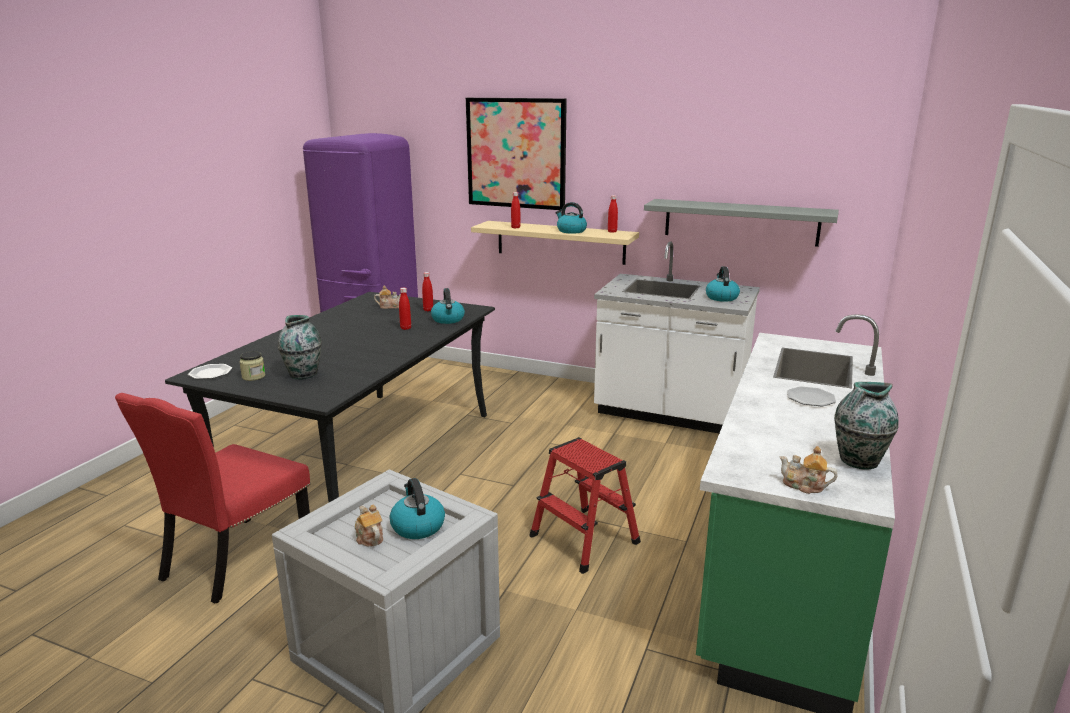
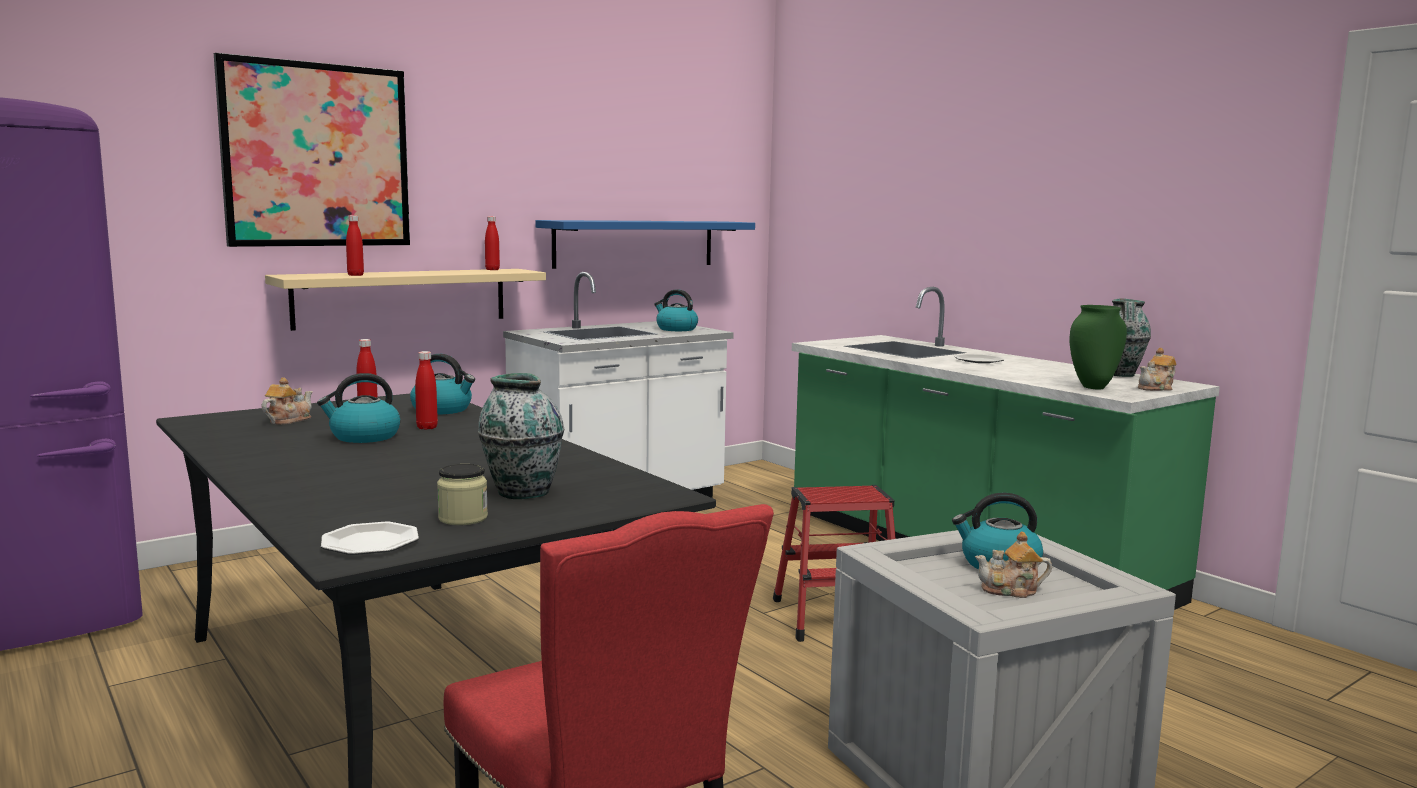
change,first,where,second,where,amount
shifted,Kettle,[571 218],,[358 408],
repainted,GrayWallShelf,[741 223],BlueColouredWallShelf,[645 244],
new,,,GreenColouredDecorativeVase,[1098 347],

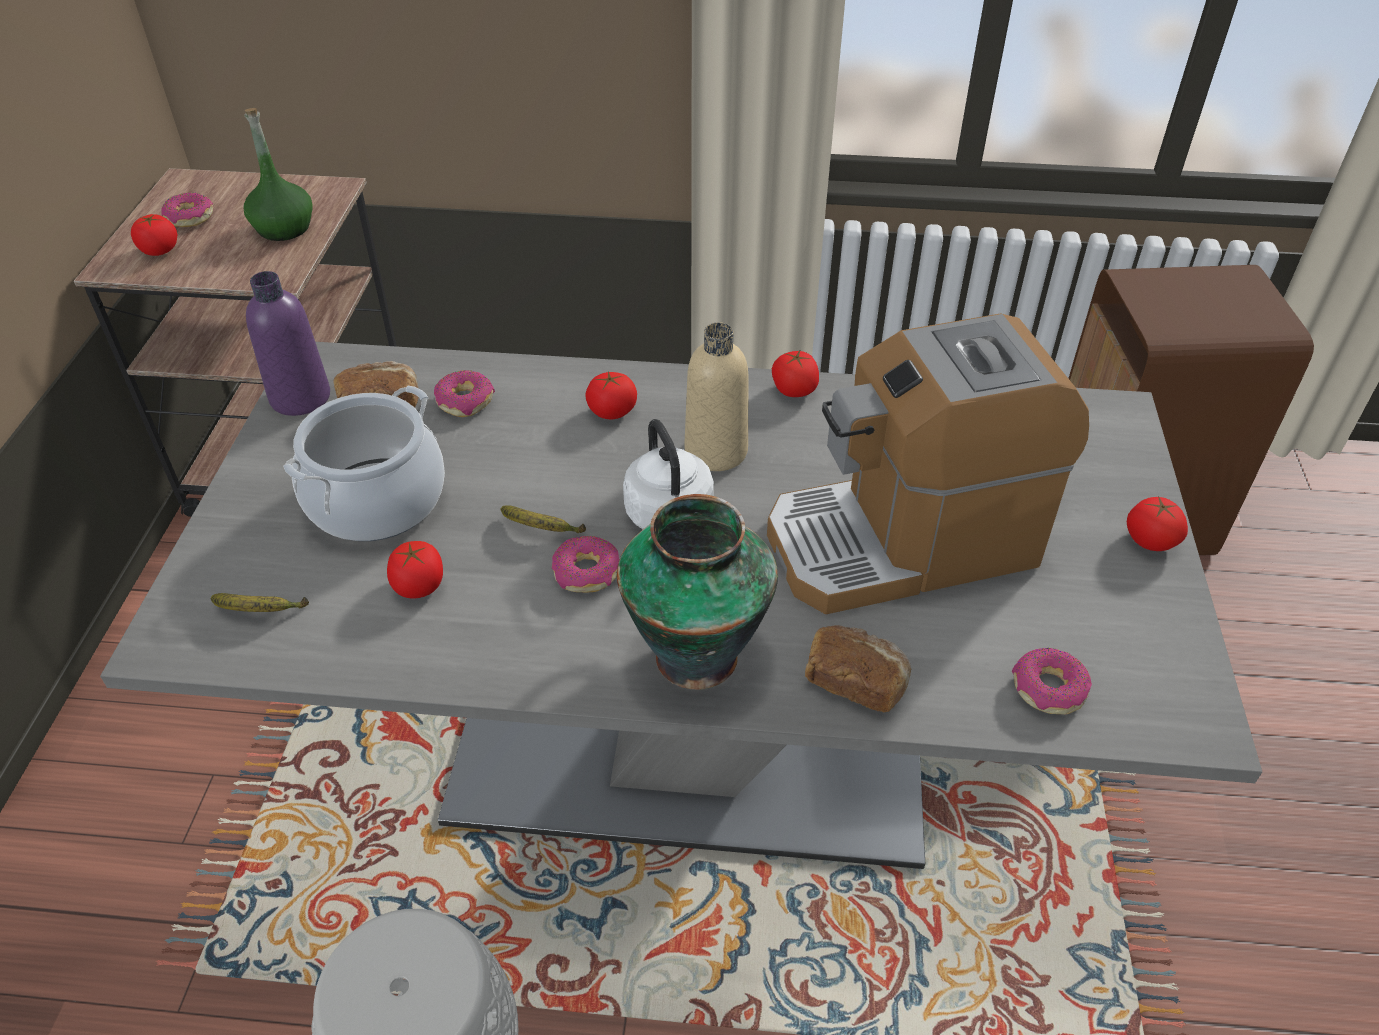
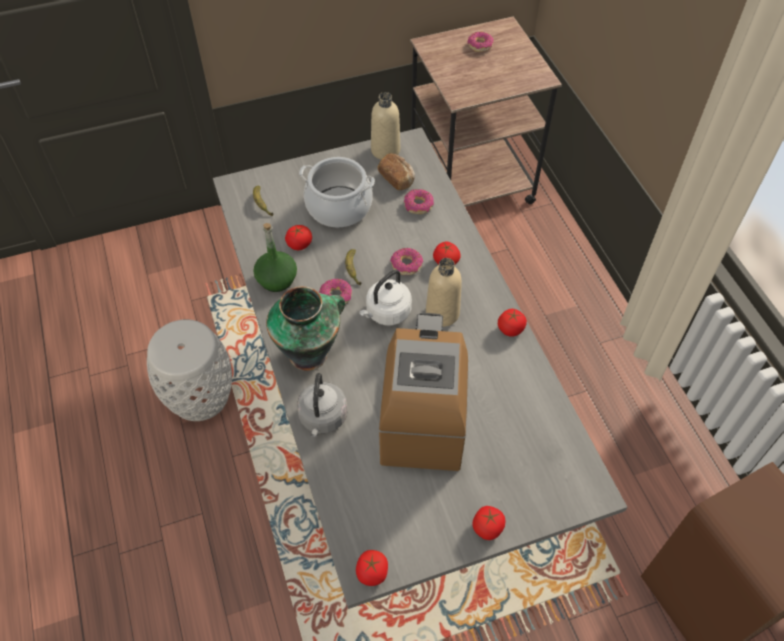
change,first,where,second,where,amount
shifted,GreenColouredBottle,[278 174],,[275 257],
swapped,BakedBread,[858 668],GrayKettle,[322 405],
shifted,Tomato,[154 235],,[372 568],
repainted,PurplishBottle,[288 343],BeigeBottle,[385 125],
rotated,CoffeeMachine,[928 463],,[423 392],45 degrees clockwise
shifted,RingDoughnut,[1052 681],,[406 261],

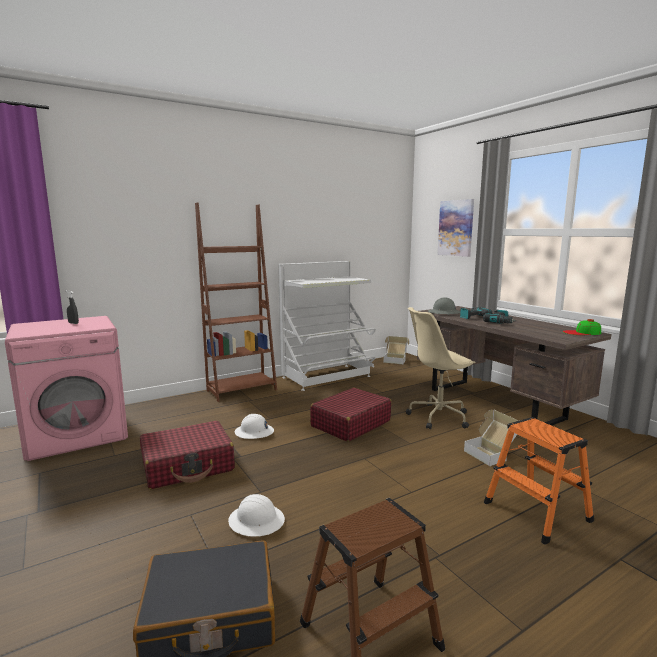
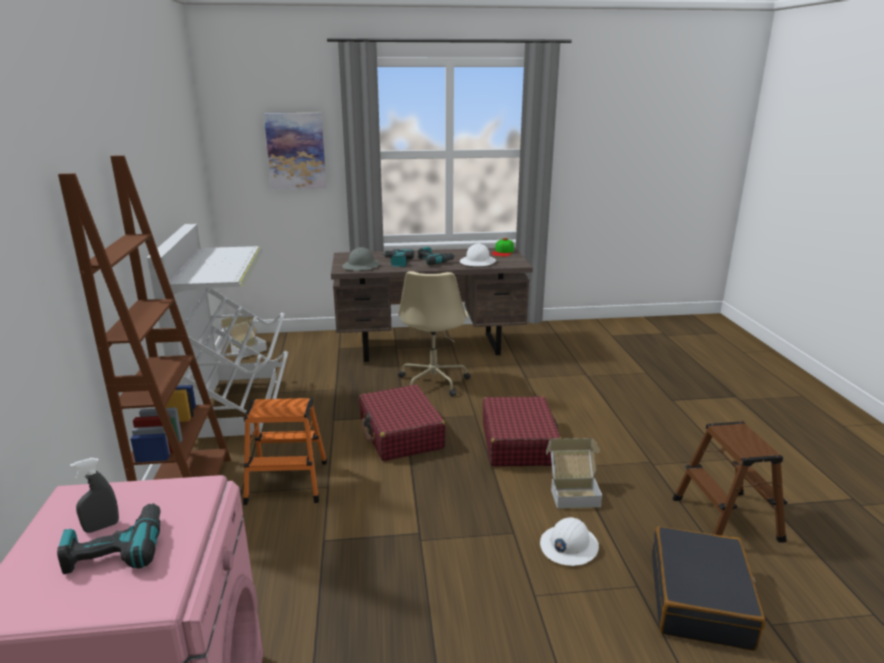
change,first,where,second,where,amount
new,,,Drill,[109 538],
shifted,OrangeStepLadder,[539 481],,[285 451],
shifted,WhitishSafetyHelmet,[254 426],,[478 255],
shifted,ReddishPieceOfLuggage,[187 455],,[522 431],
shifted,Carton,[491 438],,[574 473],

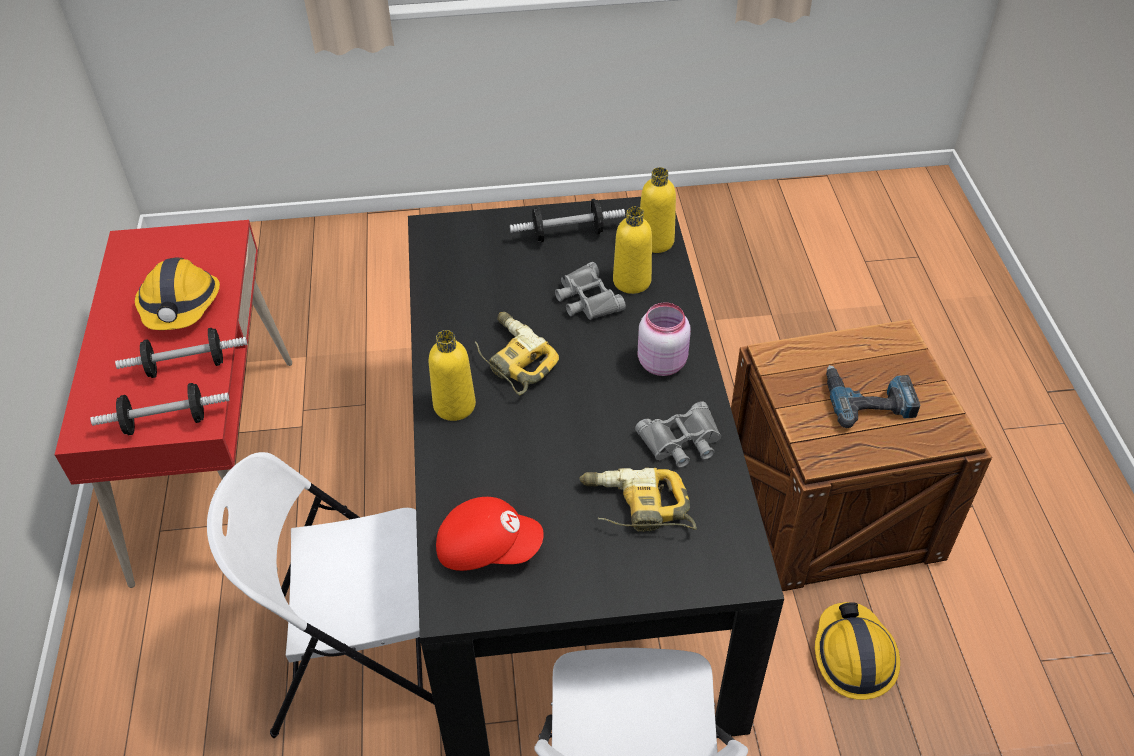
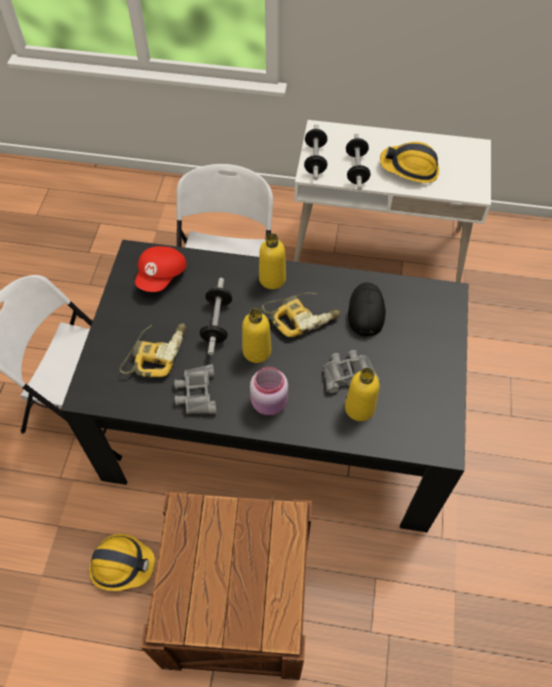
change,first,where,second,where,amount
shifted,Dumbbell,[567 221],,[216 316],
shifted,YellowBottle,[658 210],,[257 335],
repainted,ReddishDesk,[173 404],WhitishDesk,[392 201],
new,,,BlackColouredBaseballCap,[367 309],
gone,Drill,[873 396],,,

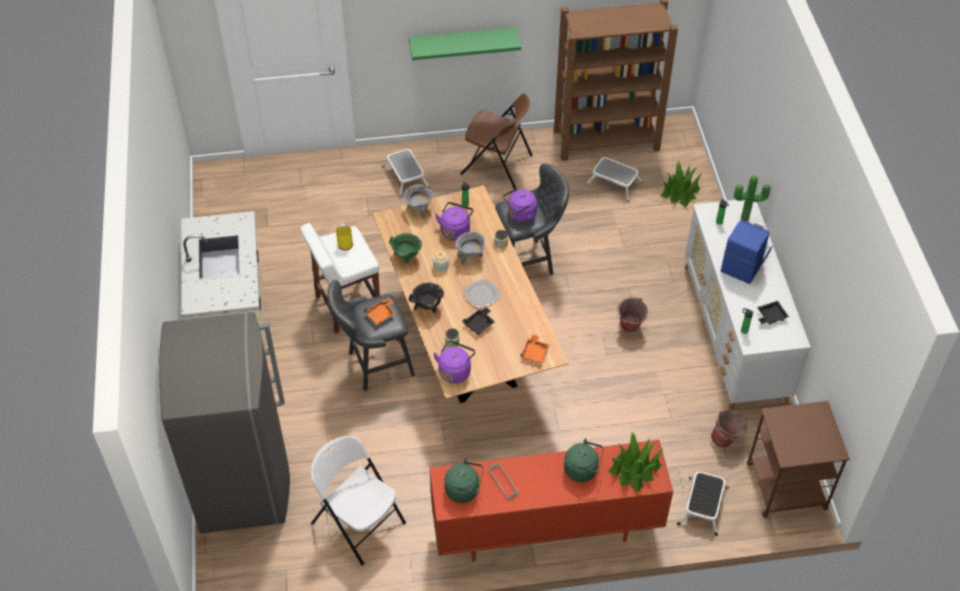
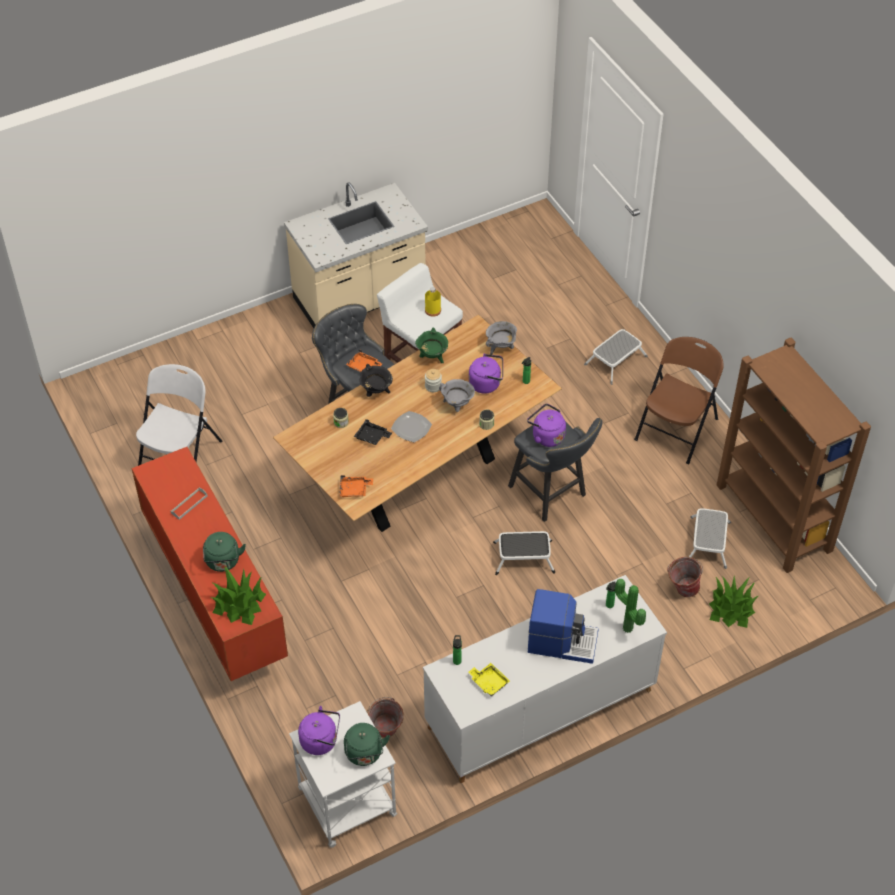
change,first,where,second,where,amount
repainted,BrownColouredWheeledCart,[798 459],WhitishWheeledCart,[343 774],
shifted,PurplishKettle,[454 361],,[319 730],
shifted,GreenColouredKettle,[463 480],,[367 744],
repainted,BlackColouredTray,[773 313],YellowTray,[489 679],
shifted,BlackColouredStepLadder,[703 504],,[524 553],
rotated,BrownColouredChair,[497 141],,[679 400],150 degrees counterclockwise
shifted,Pail,[632 314],,[685 577],
gone,GrayRefrigerator,[224 422],,,
gone,GreenColouredWallShelf,[465 43],,,

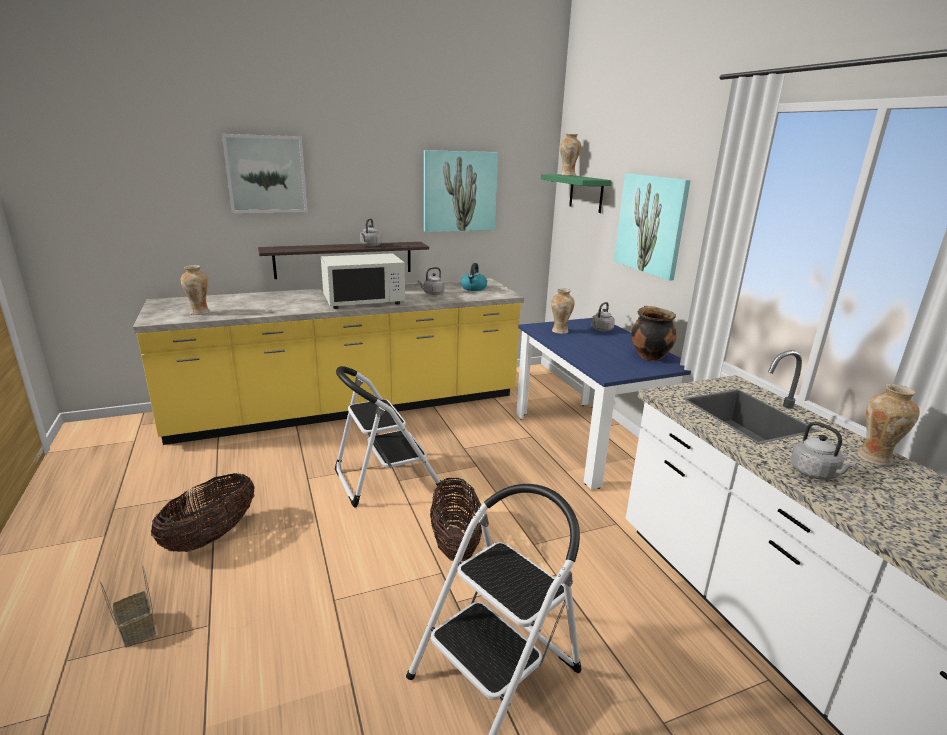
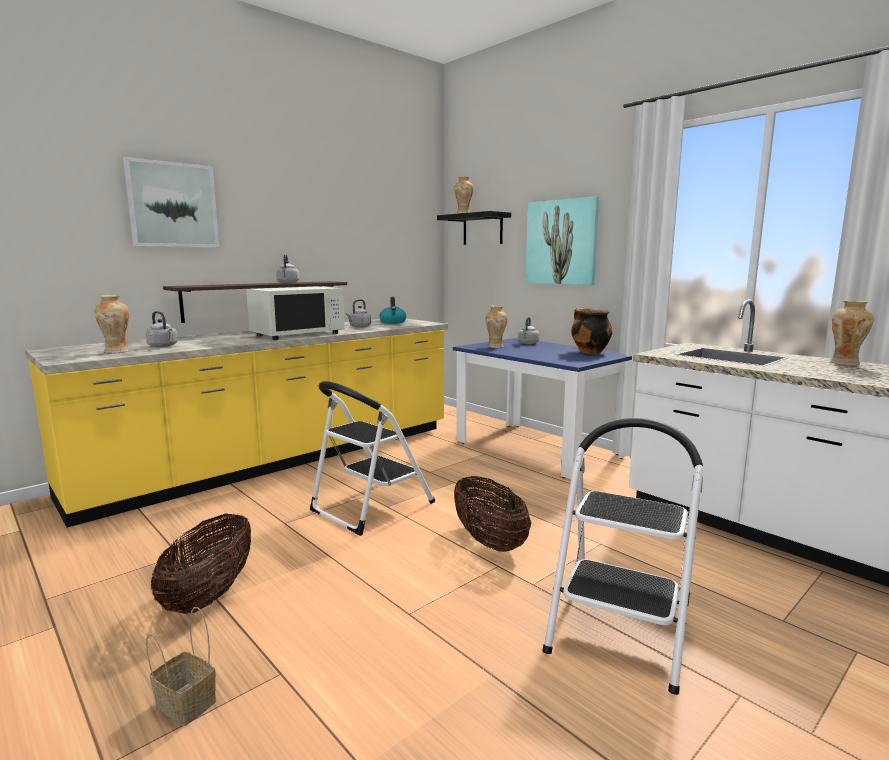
change,first,where,second,where,amount
shifted,GrayKettle,[824 451],,[162 329],
repainted,GreenColouredWallShelf,[576 193],BlackColouredWallShelf,[474 228],
gone,Picture,[461 191],,,

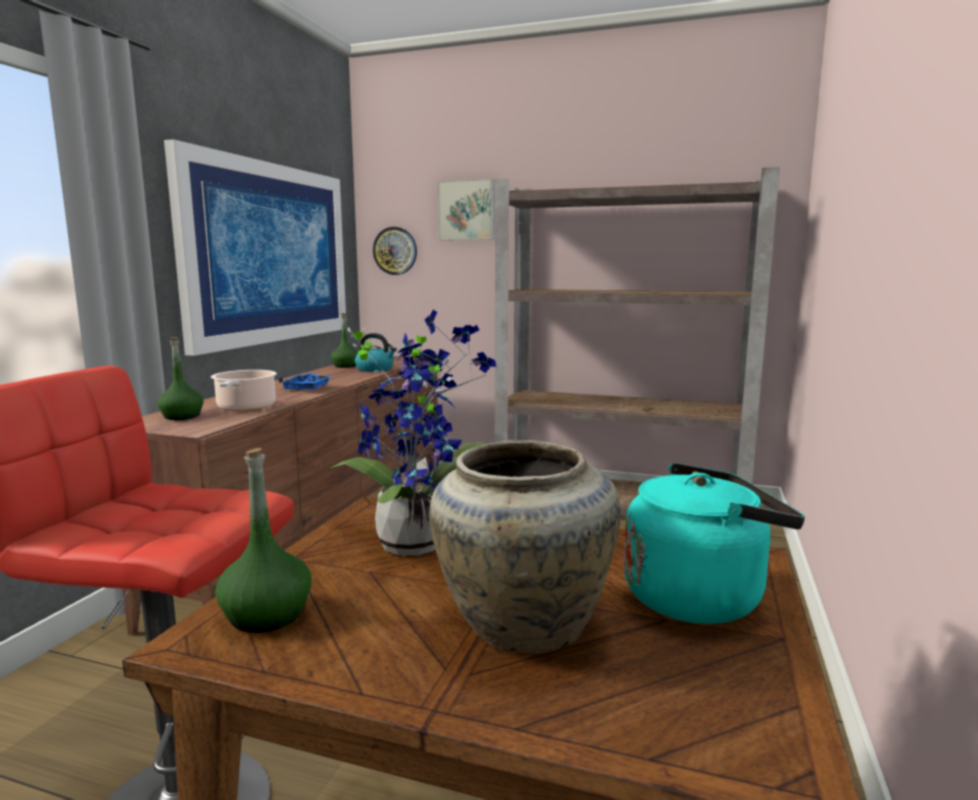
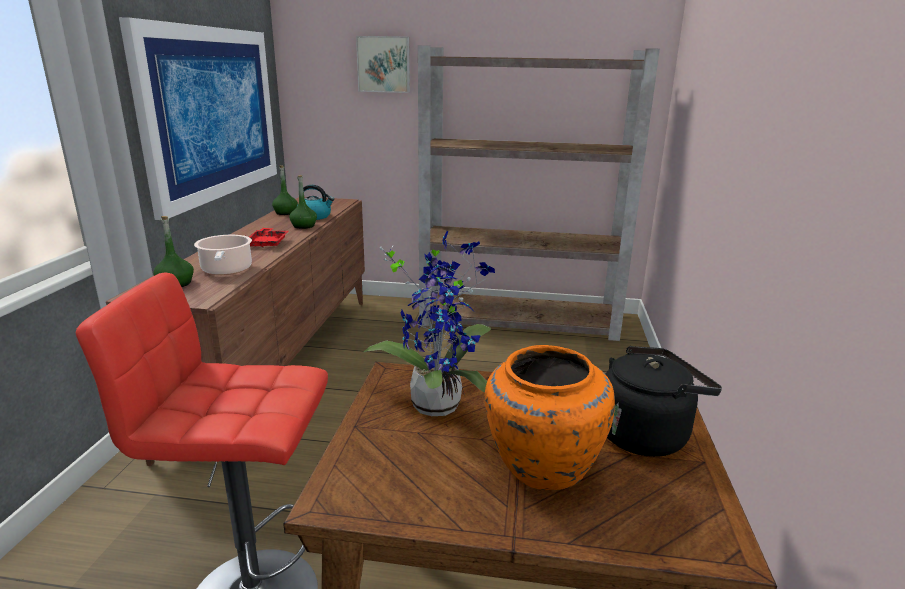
change,first,where,second,where,amount
repainted,BlueColouredTray,[306 382],ReddishTray,[266 238],
shifted,GreenColouredBottle,[263 540],,[303 202],
repainted,BeigeDecorativeVase,[525 547],OrangeDecorativeVase,[550 417],
repainted,TurquoiseKettle,[714 543],BlackColouredKettle,[663 401],
gone,WallClock,[395 251],,,

